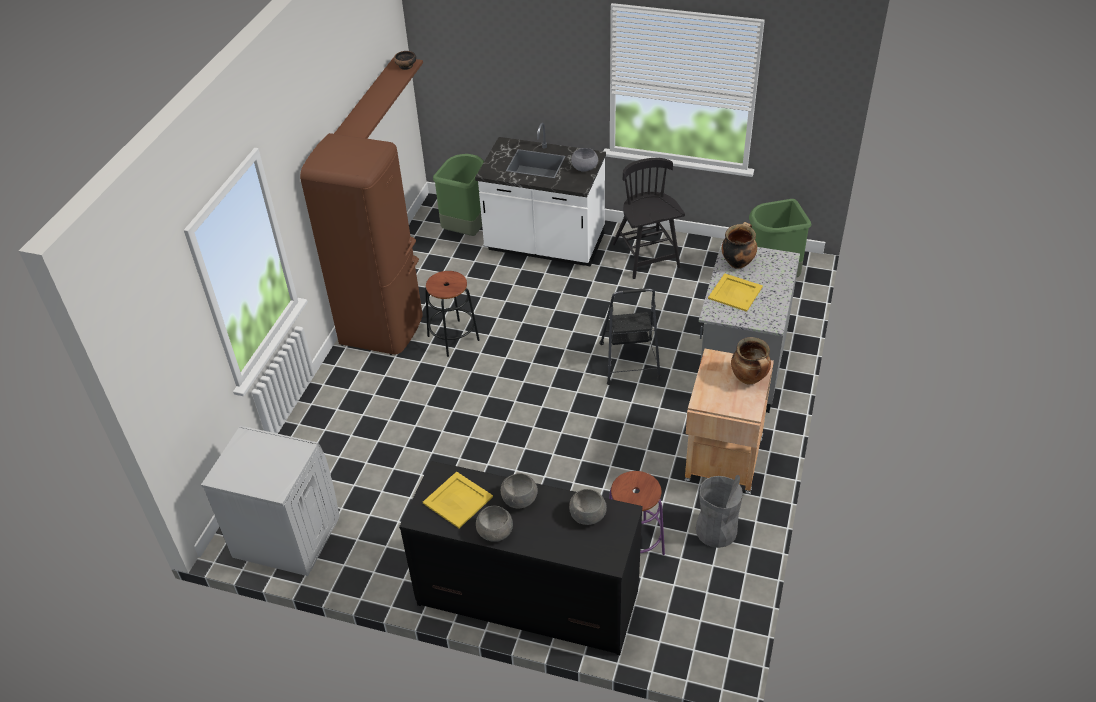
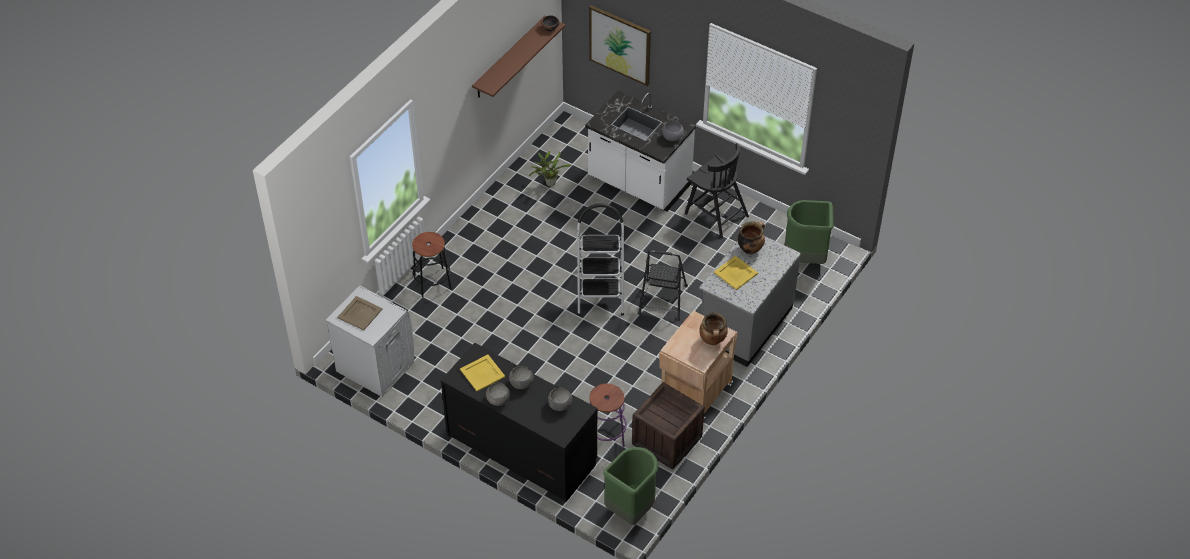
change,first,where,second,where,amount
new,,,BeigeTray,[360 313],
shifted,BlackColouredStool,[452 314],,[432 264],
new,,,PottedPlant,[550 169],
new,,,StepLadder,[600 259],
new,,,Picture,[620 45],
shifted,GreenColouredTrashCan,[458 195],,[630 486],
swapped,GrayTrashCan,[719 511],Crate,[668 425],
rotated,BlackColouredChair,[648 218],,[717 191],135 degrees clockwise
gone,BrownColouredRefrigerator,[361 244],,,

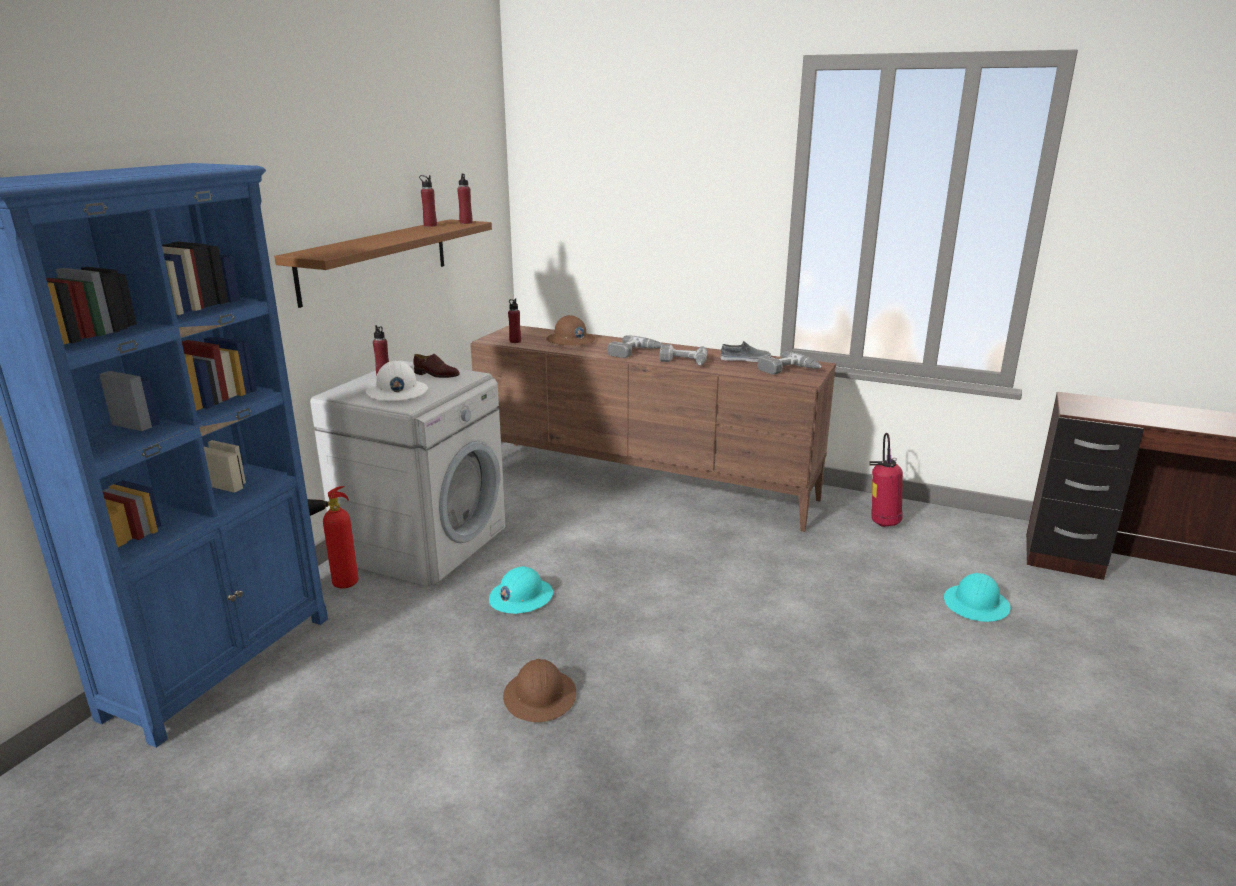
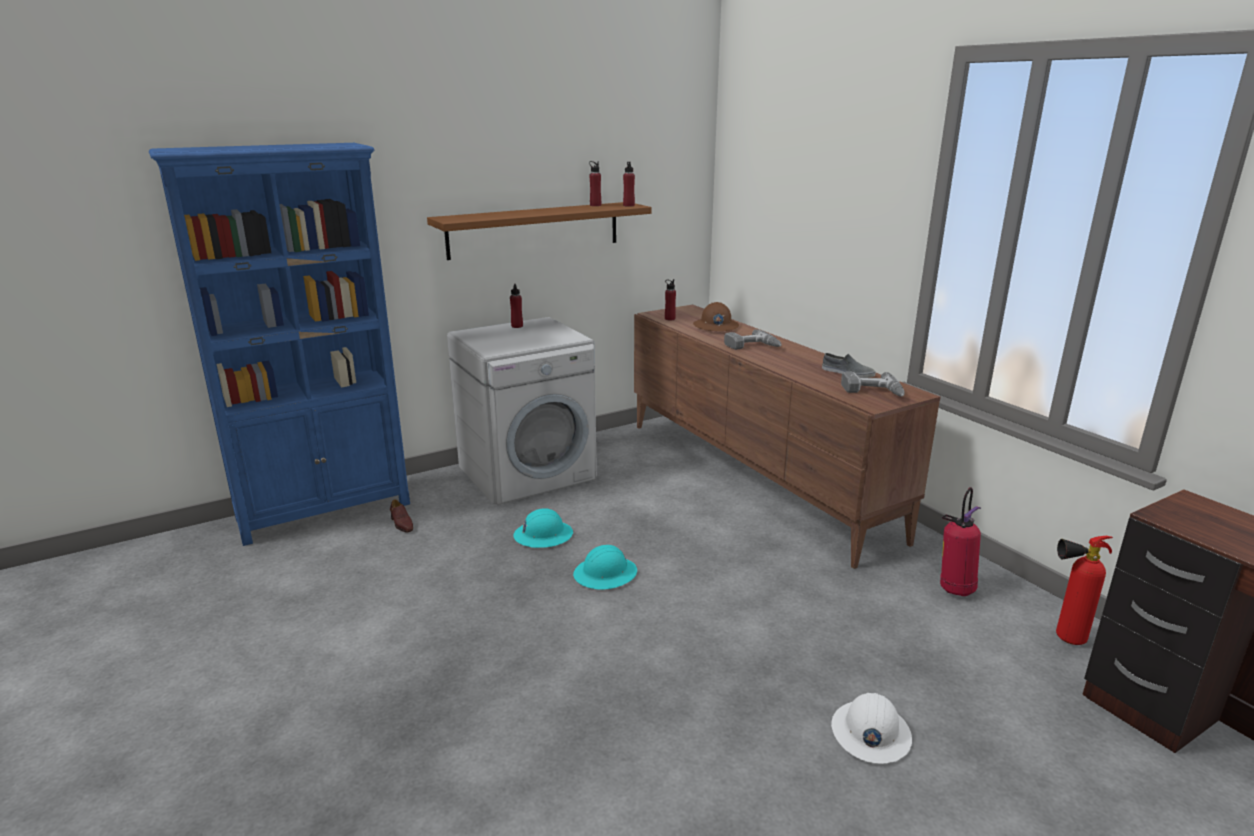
change,first,where,second,where,amount
shifted,BrownColouredLowShoe,[436 366],,[401 515],
shifted,TurquoiseSafetyHelmet,[977 597],,[605 567],
shifted,WhitishSafetyHelmet,[397 381],,[871 728],
shifted,FireExtinguisher,[333 537],,[1084 590],
gone,BrownColouredSafetyHelmet,[539 690],,,
gone,Drill,[683 355],,,

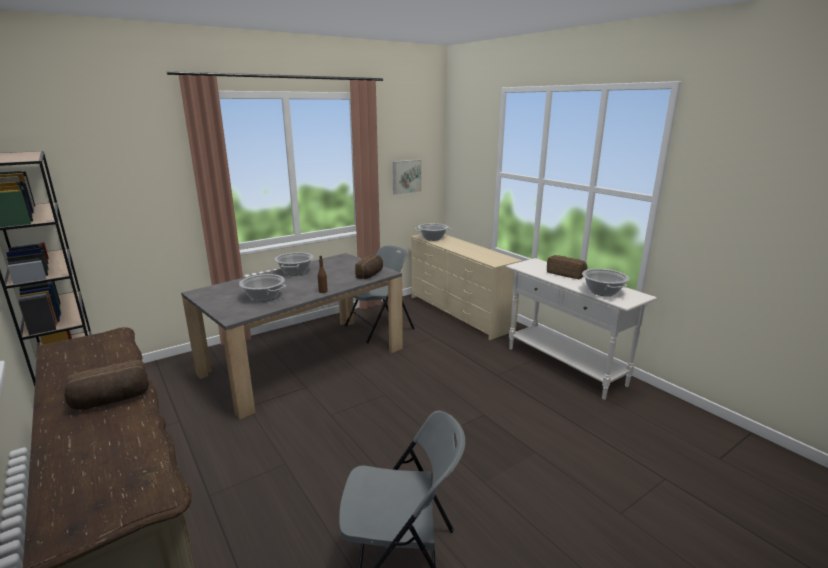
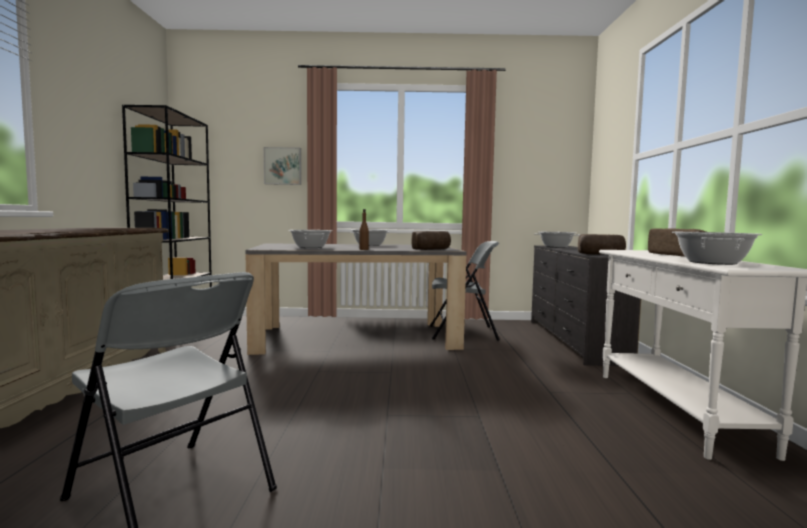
change,first,where,second,where,amount
shifted,Picture,[407 177],,[282 166],
repainted,BeigeDresser,[466 287],BlackColouredDresser,[586 305],
shifted,BakedBread,[106 385],,[602 244],

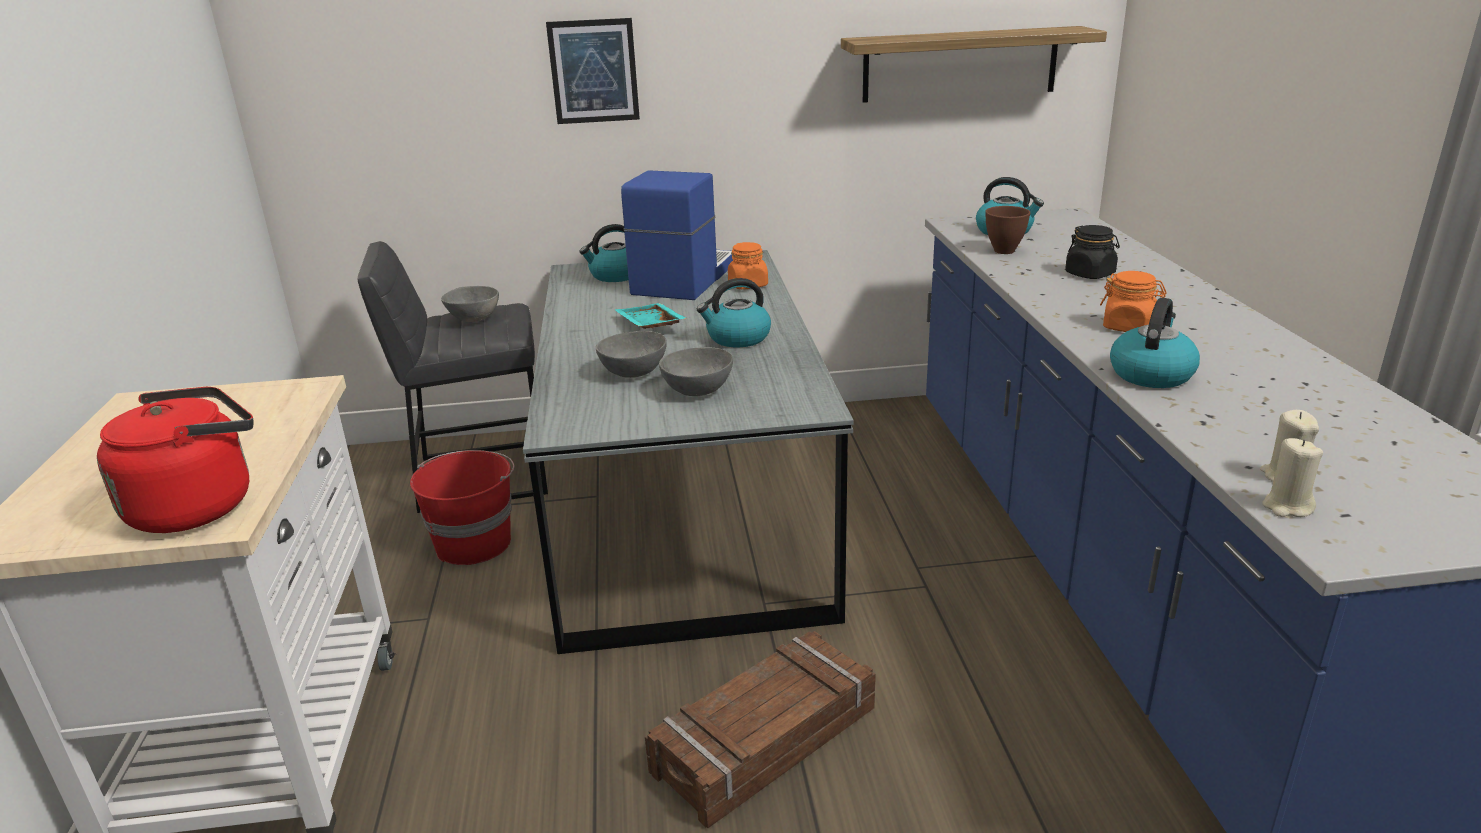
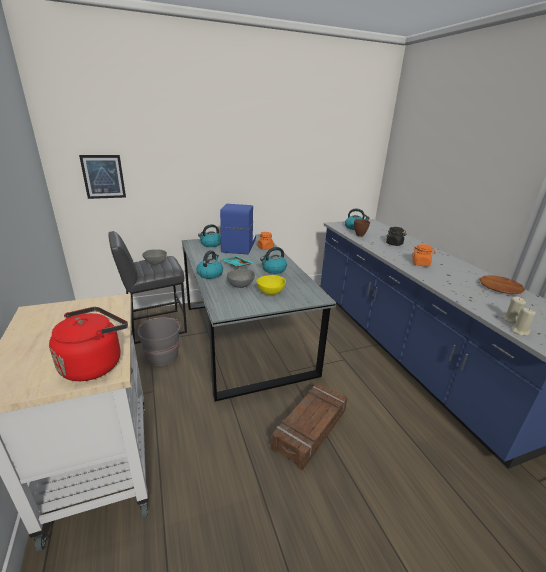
change,first,where,second,where,amount
shifted,Picture,[593 71],,[102 177],
repainted,ReddishPail,[462 507],GrayPail,[159 341],
shifted,Kettle,[1155 343],,[209 264],
repainted,GrayBowl,[696 371],YellowBowl,[271 285],
new,,,BrownColouredFlatDish,[502 284],
gone,WallShelf,[974 64],,,

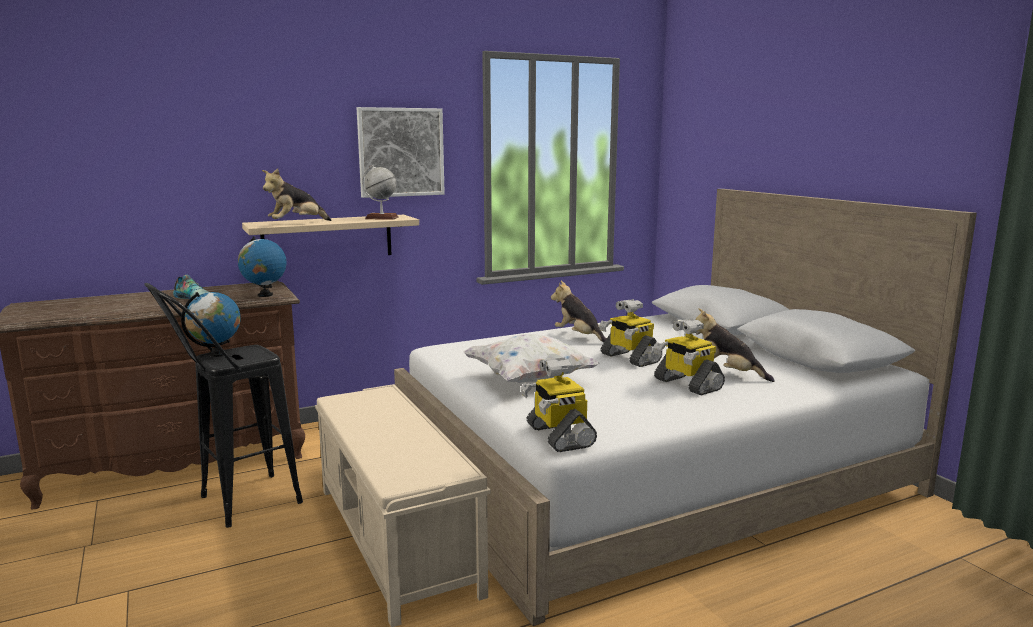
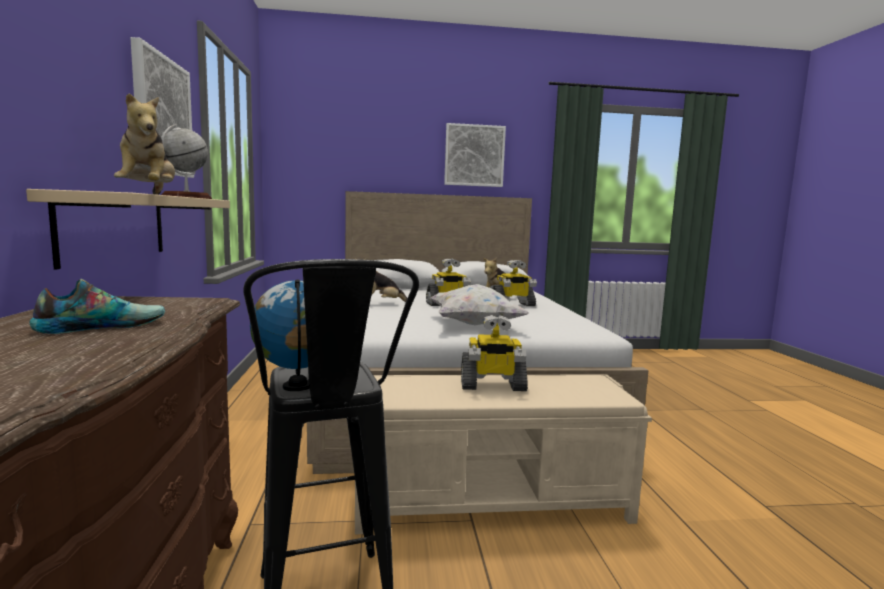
change,first,where,second,where,amount
new,,,Picture,[475 155],
shifted,ToyRobot,[558 405],,[494 353],
gone,Globe,[262 266],,,

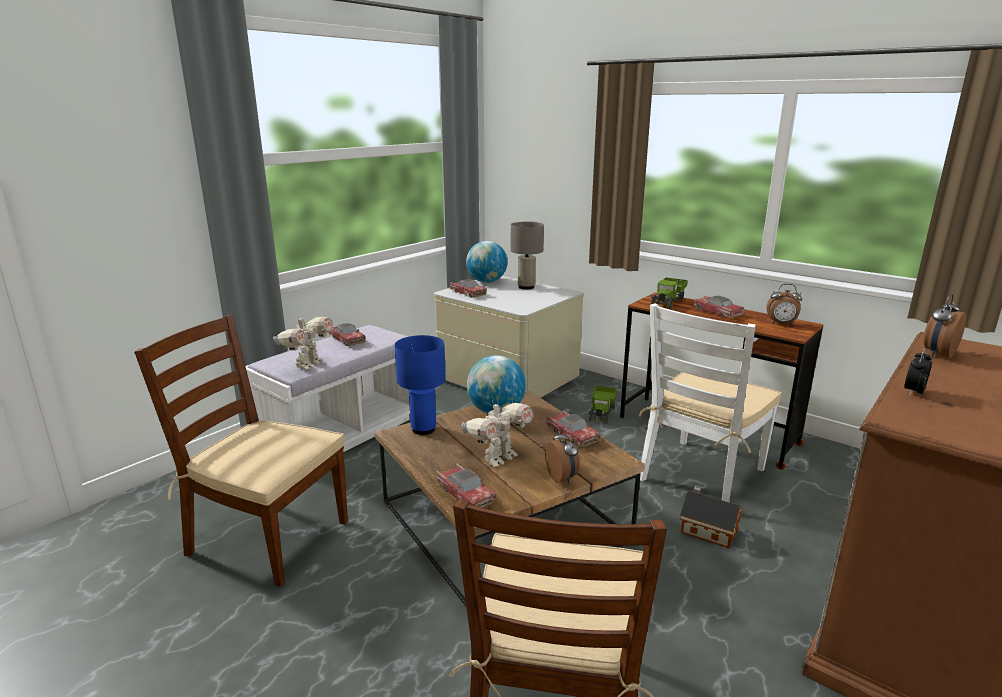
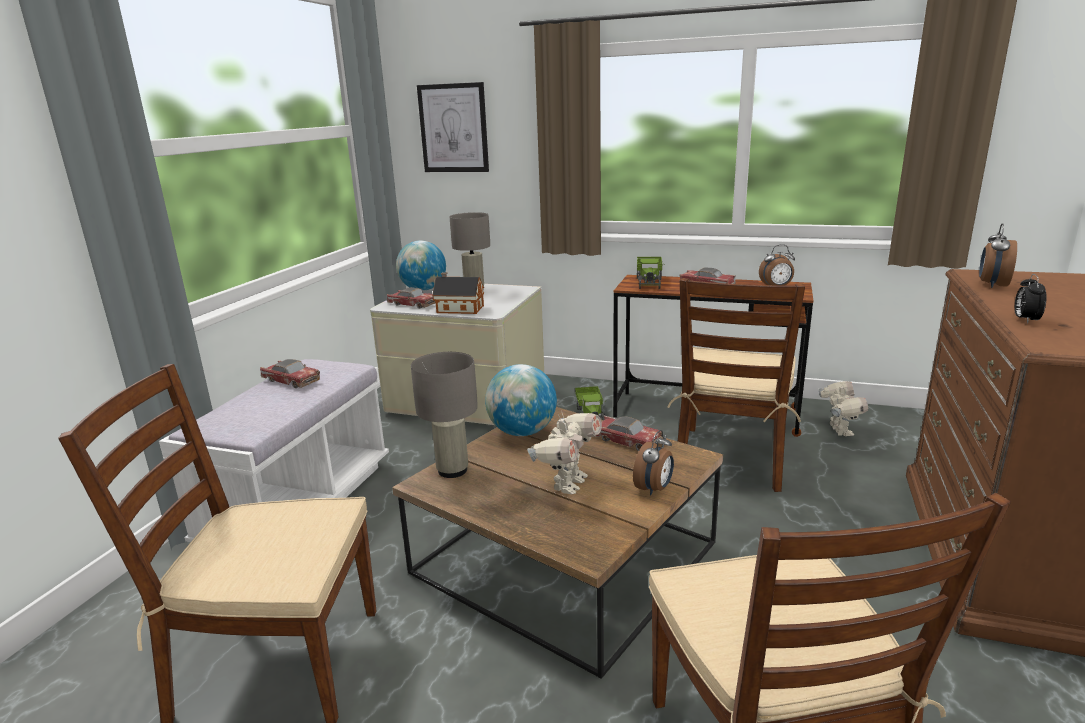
change,first,where,second,where,amount
repainted,BlueColouredTableLamp,[420 385],GrayTableLamp,[444 415],
new,,,Picture,[453 127],
shifted,MiniatureHouse,[711 517],,[458 293],
rotated,TableClock,[562 455],,[653 463],75 degrees clockwise
repainted,WhitishChair,[709 402],BrownColouredChair,[736 385],
shifted,ToyRobot,[303 342],,[843 408],
gone,ModelCar,[466 486],,,

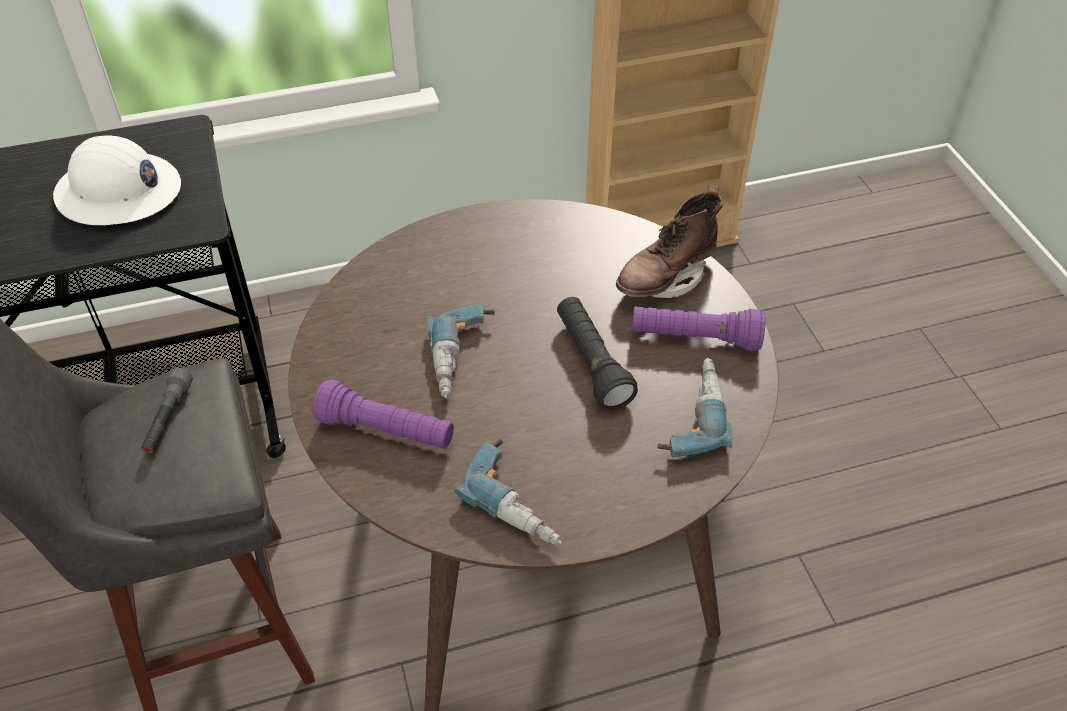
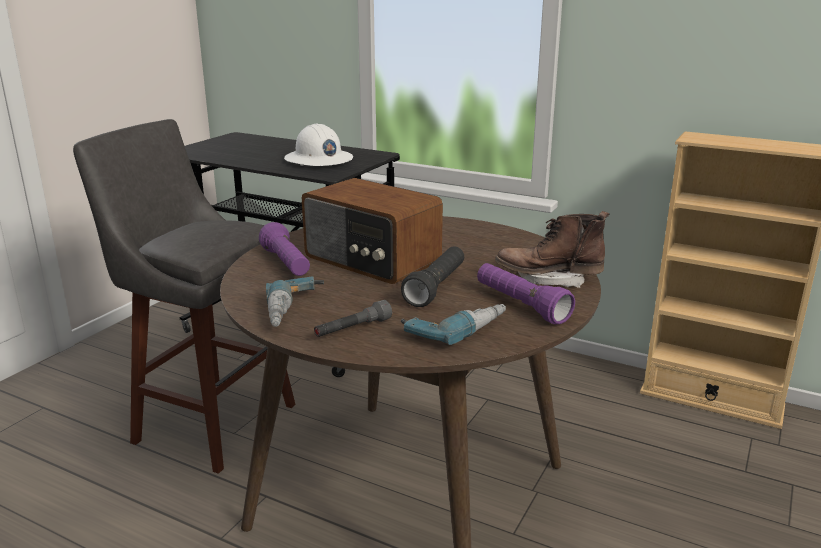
change,first,where,second,where,amount
swapped,Drill,[461 351],Radio,[372 231],
shifted,GrayTorch,[167 410],,[353 318],

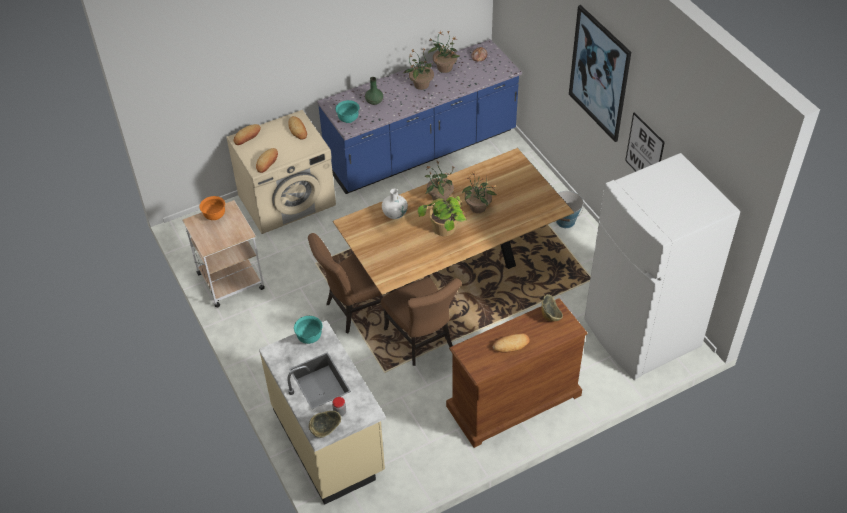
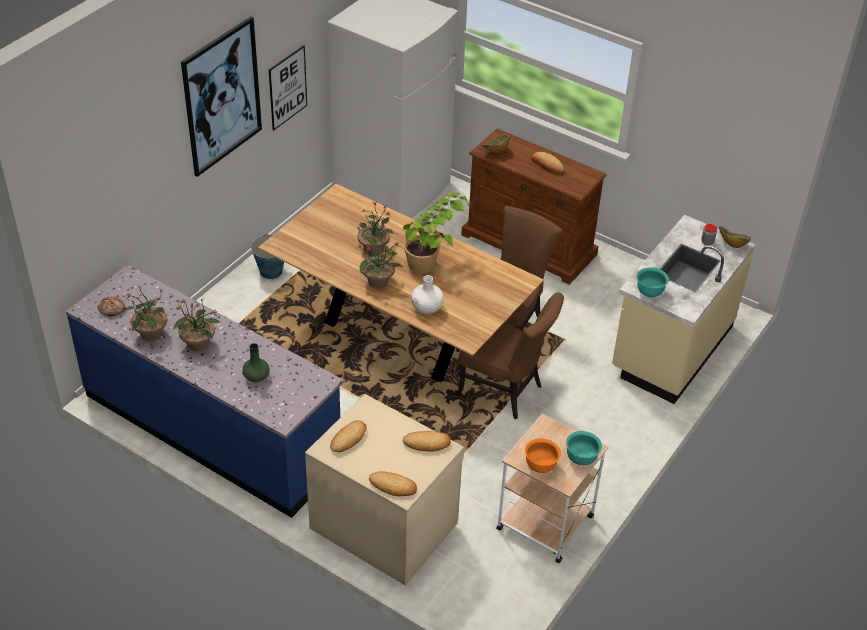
change,first,where,second,where,amount
shifted,TurquoiseBowl,[347 111],,[584 448],

